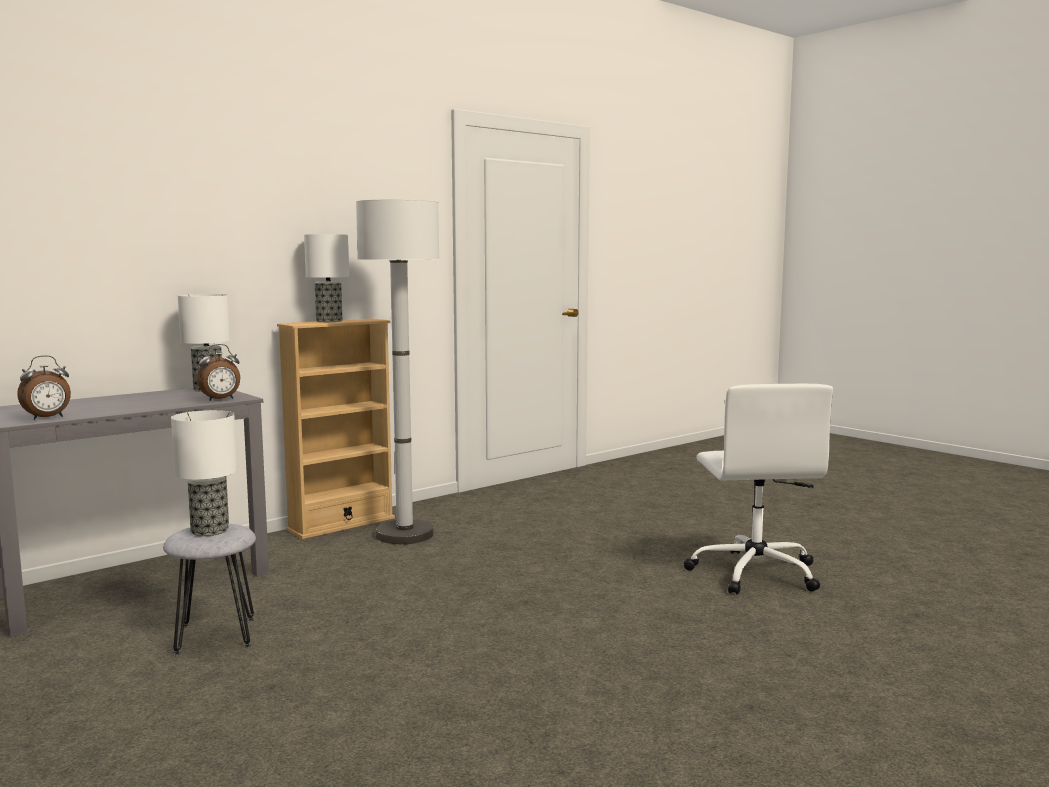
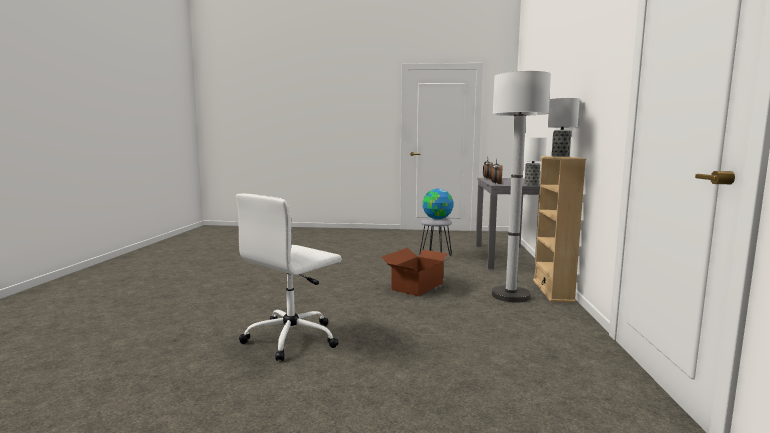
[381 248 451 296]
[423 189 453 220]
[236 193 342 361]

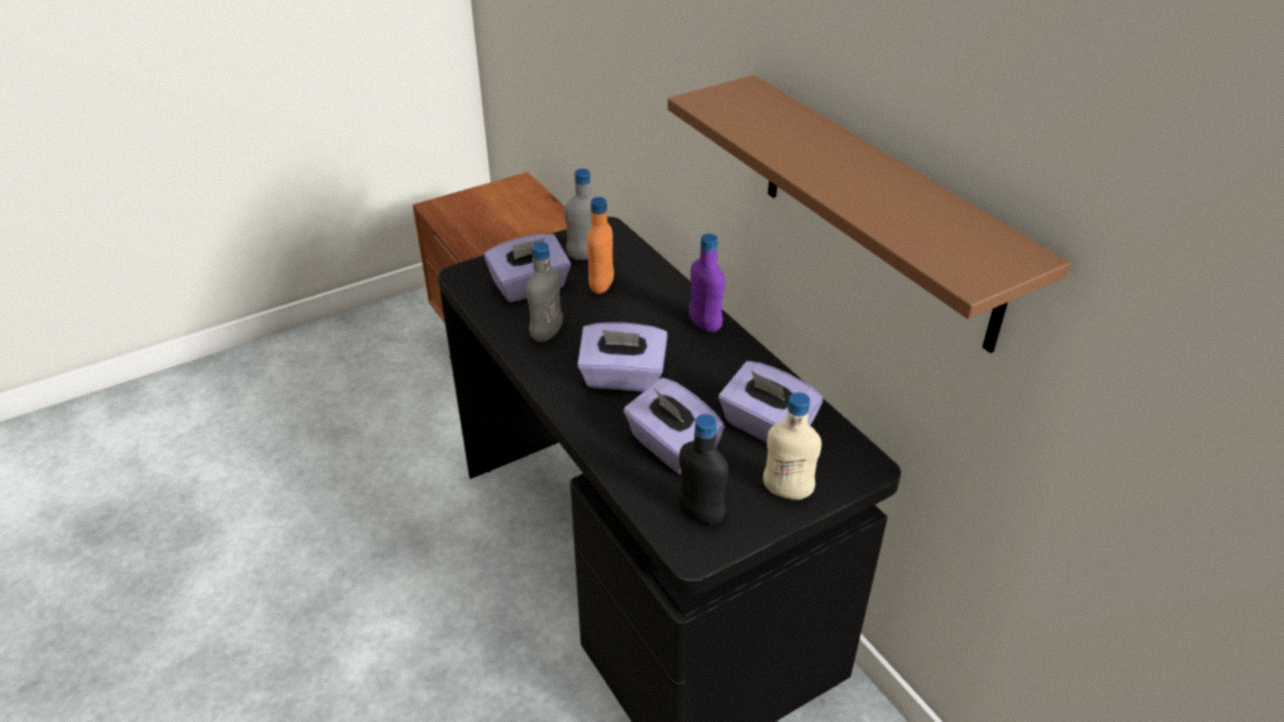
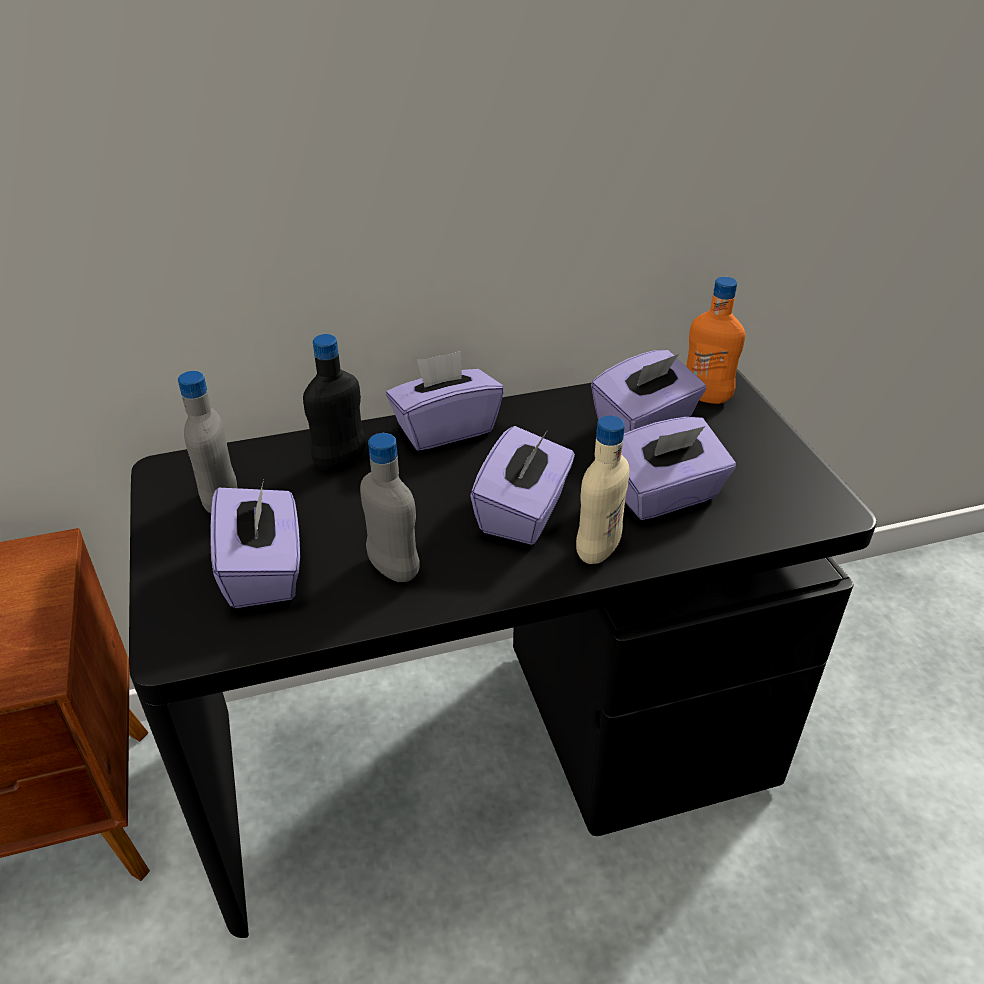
[668 75 1071 353] (first image)
[686 277 745 404]
[303 334 366 470]
[576 416 629 564]
[386 351 504 451]

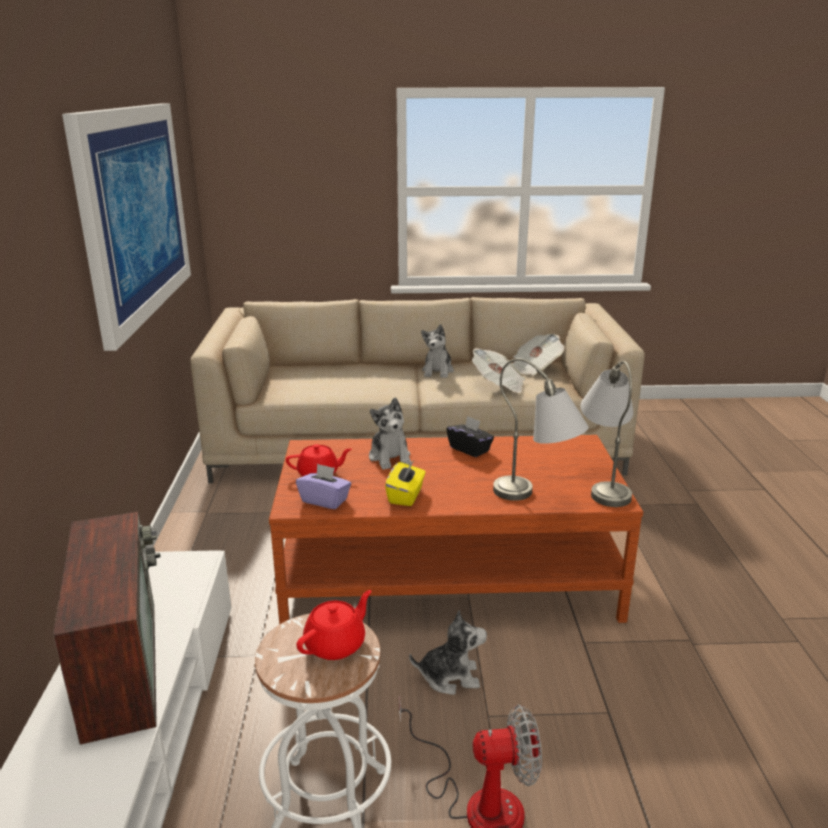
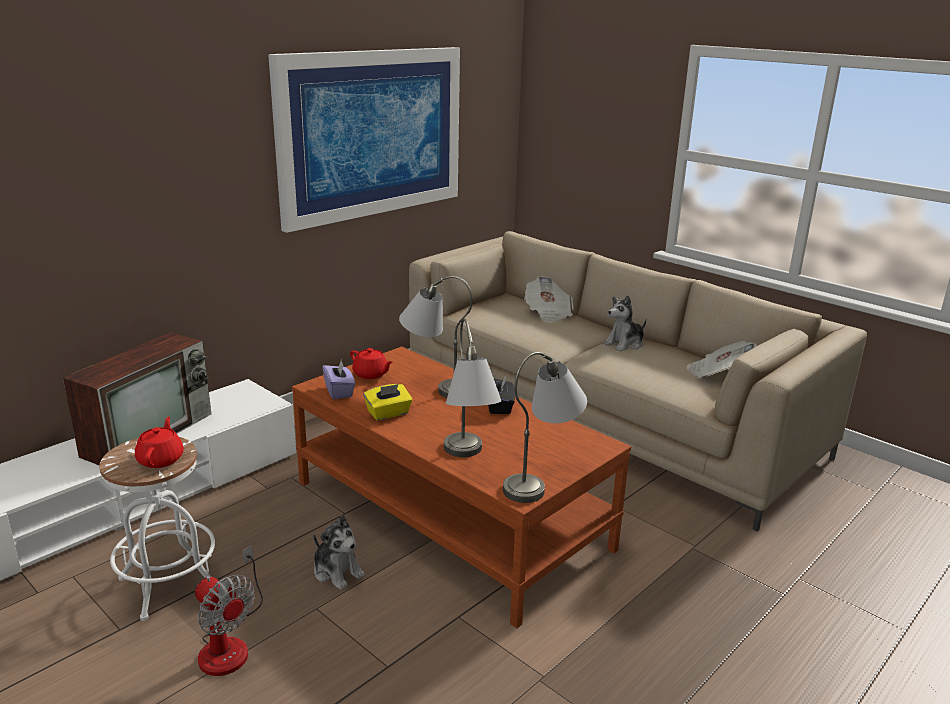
[524 276 573 323]
[399 276 472 398]
[135 417 184 468]

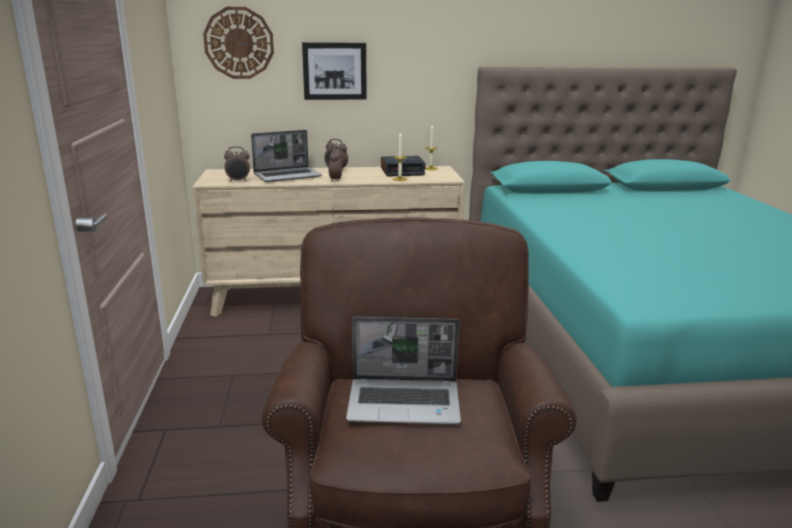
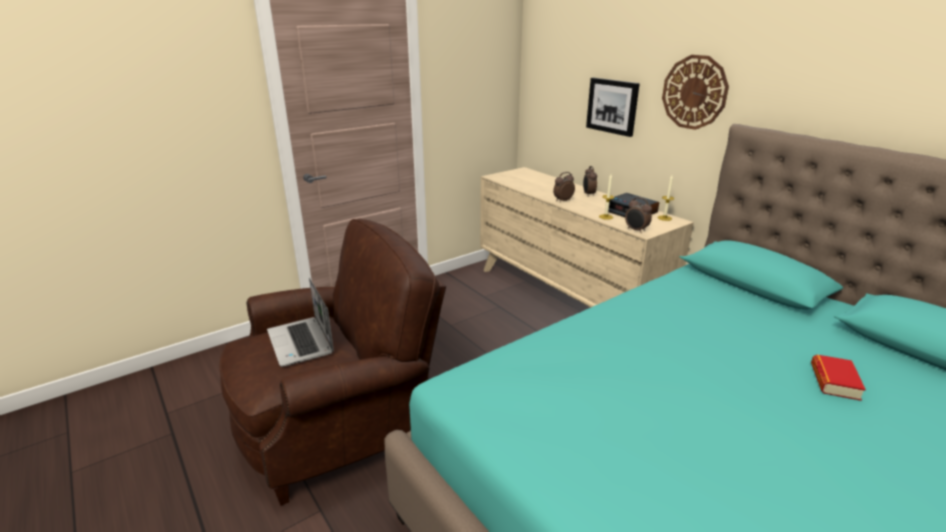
[251 130 322 182] (first image)
[811 354 866 401]
[662 55 729 130]
[625 197 652 233]

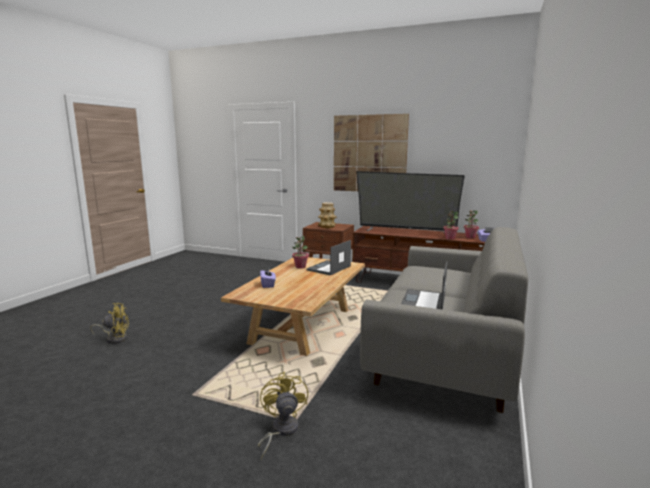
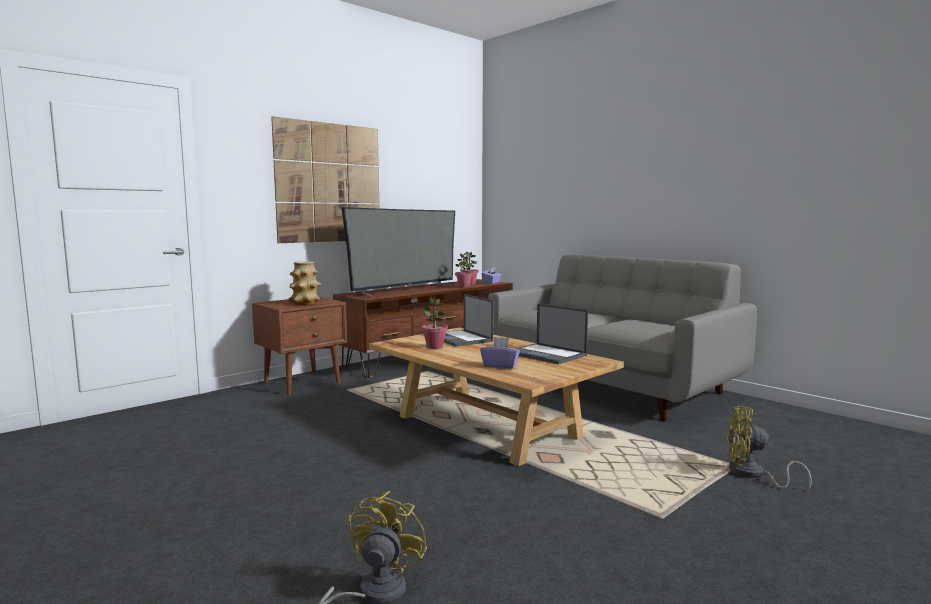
[516 304 588 365]

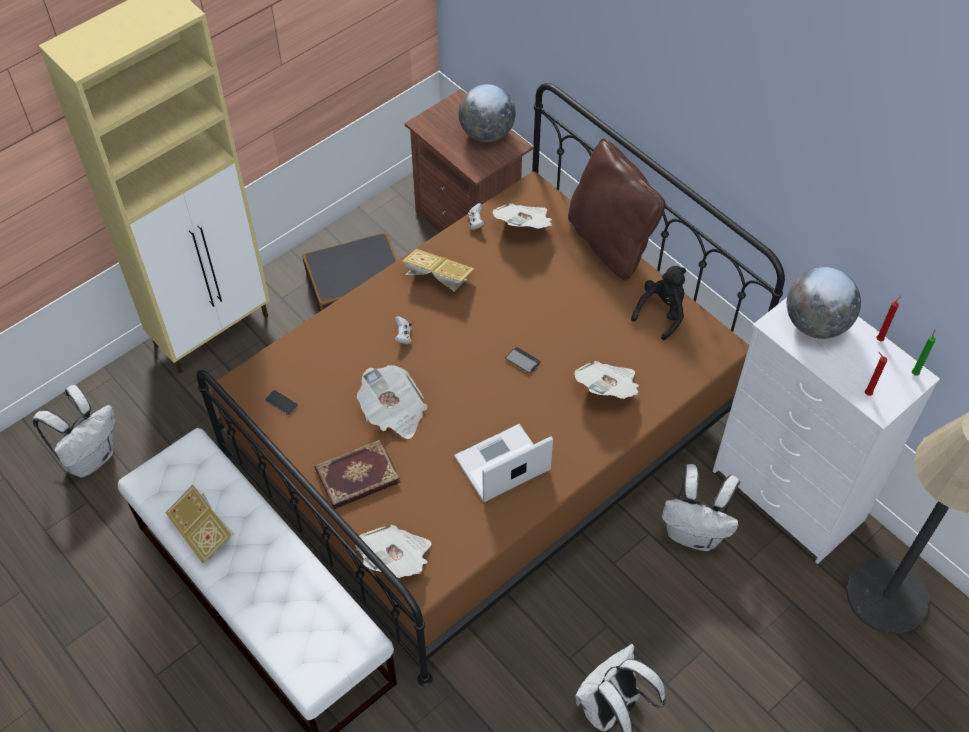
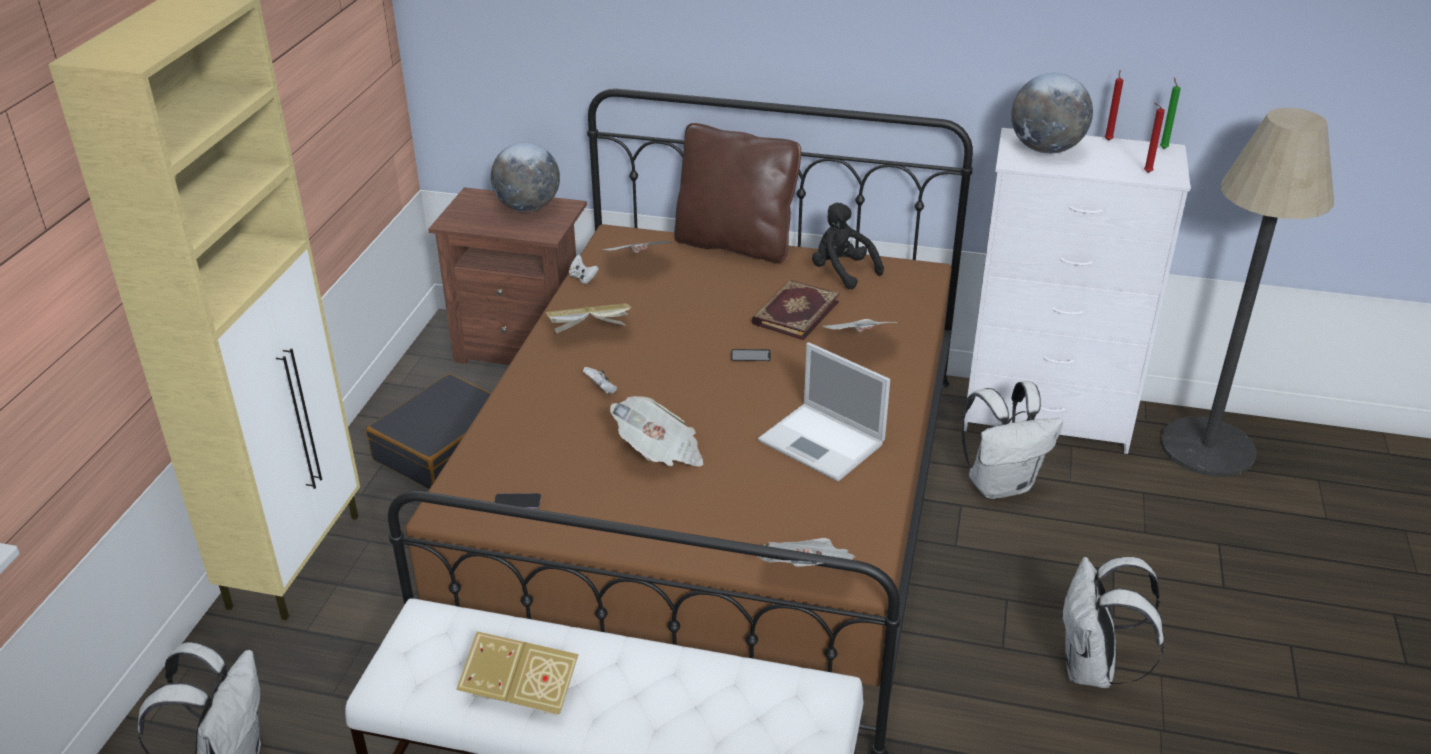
[751 280 839 340]
[758 342 890 482]
[812 203 884 289]

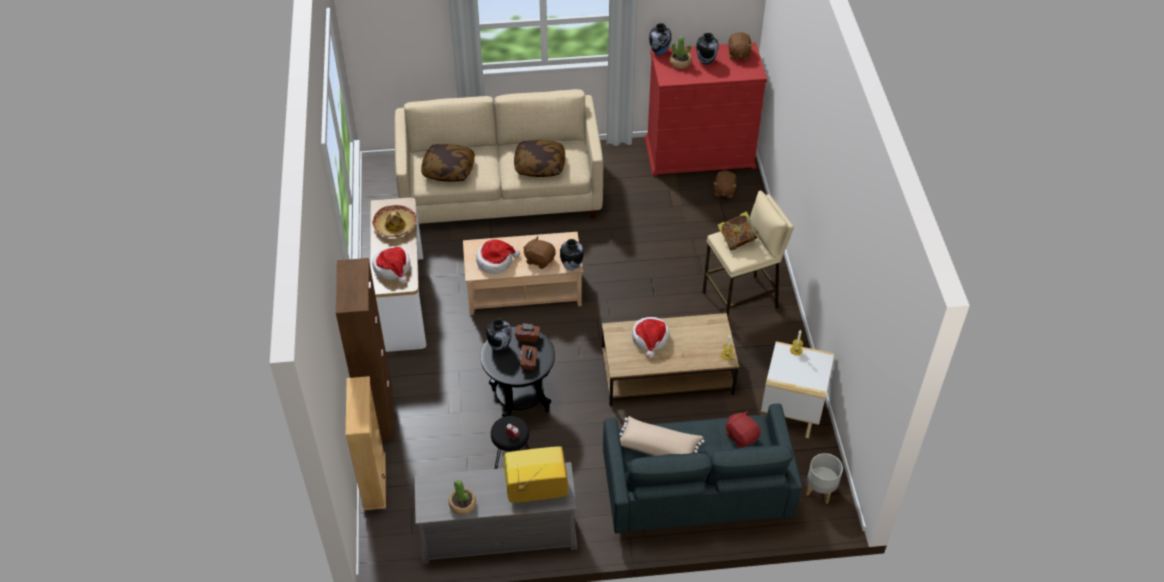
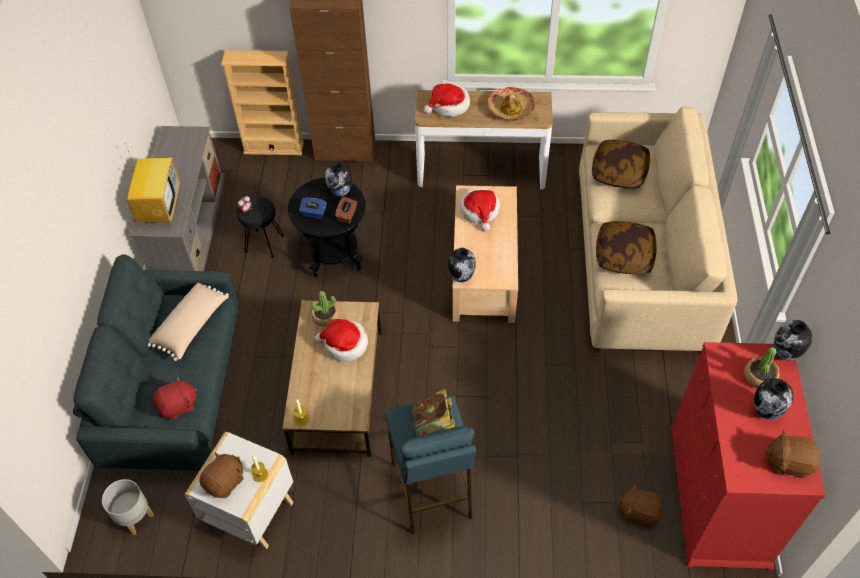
[311 291 339 327]
[199 452 244 498]
[299 197 327 219]
[385 395 476 534]

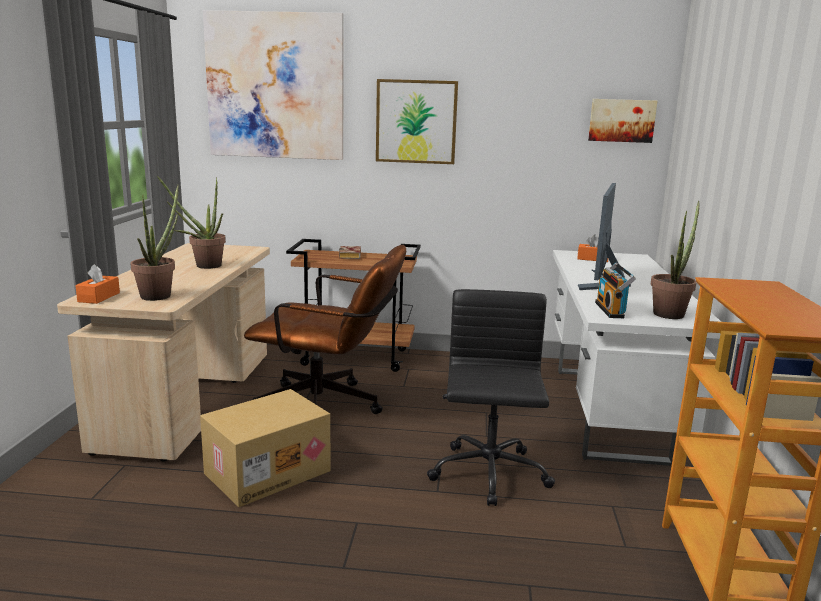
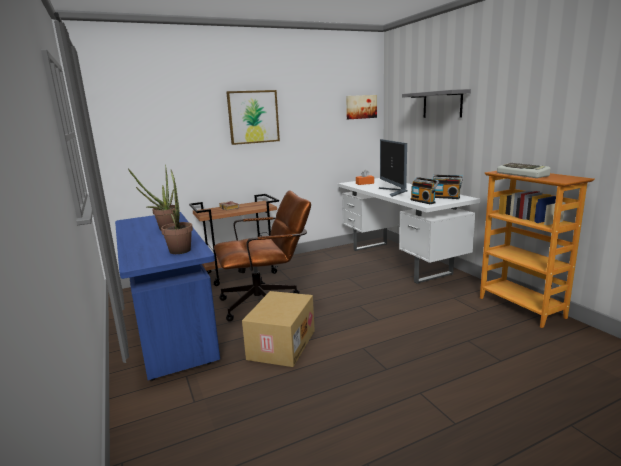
[75 264 120 304] (first image)
[203 10 343 160] (first image)
[427 289 555 506] (first image)
[402 89 471 118]
[497 163 551 178]
[432 175 463 199]
[115 212 220 381]

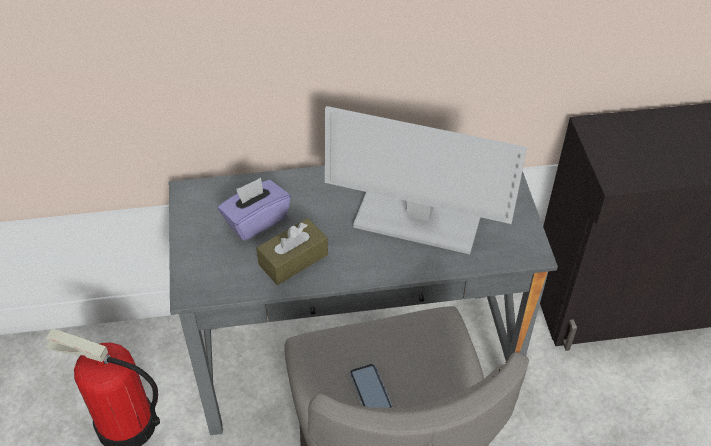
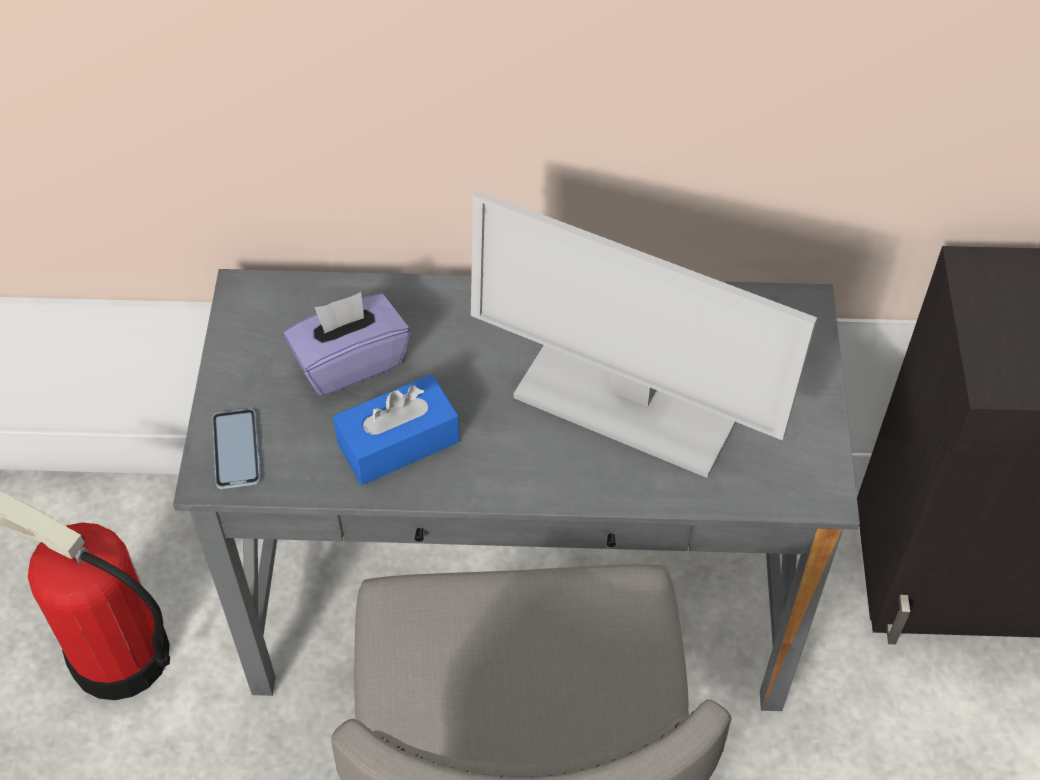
[212 409 260 489]
[333 374 460 485]

